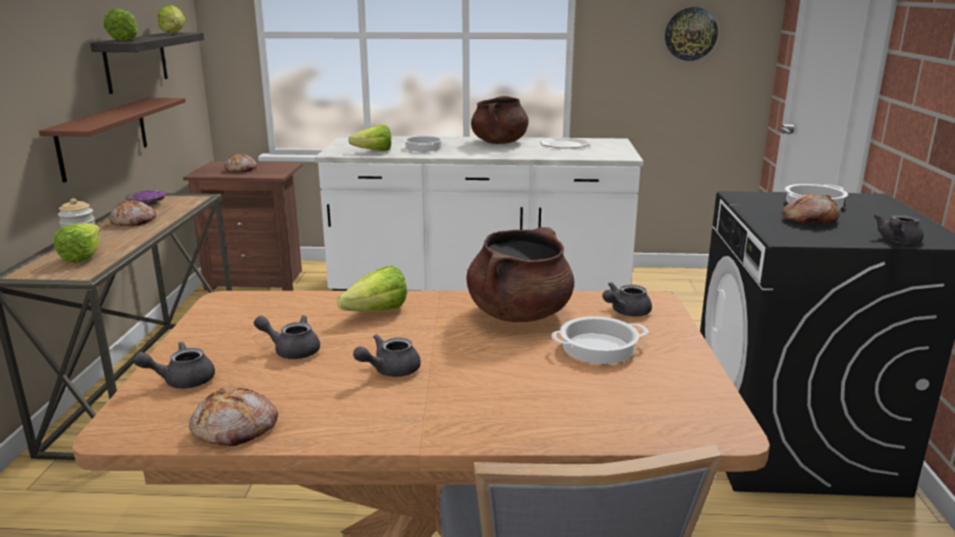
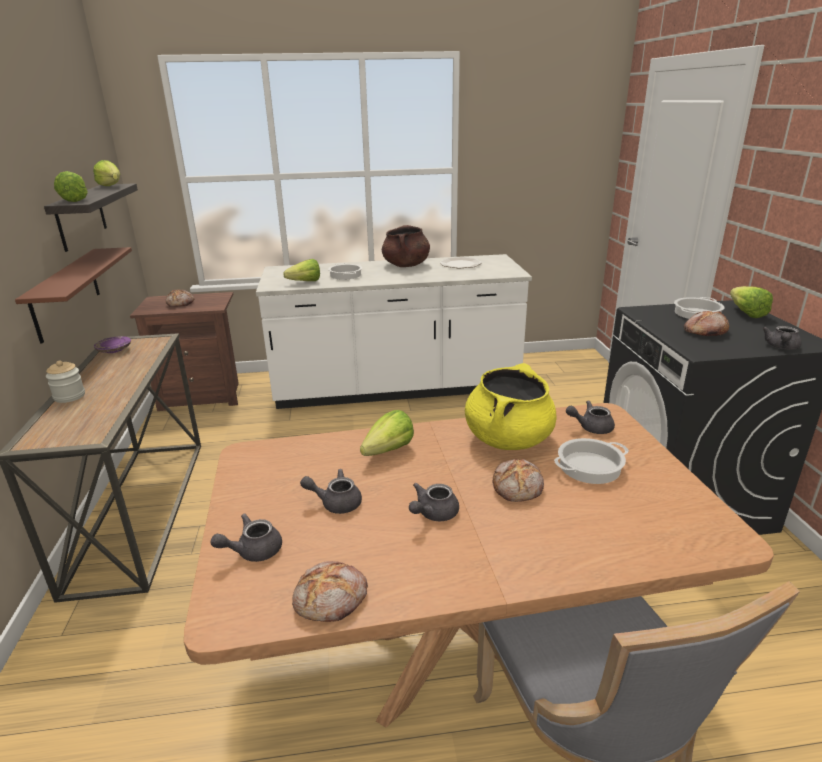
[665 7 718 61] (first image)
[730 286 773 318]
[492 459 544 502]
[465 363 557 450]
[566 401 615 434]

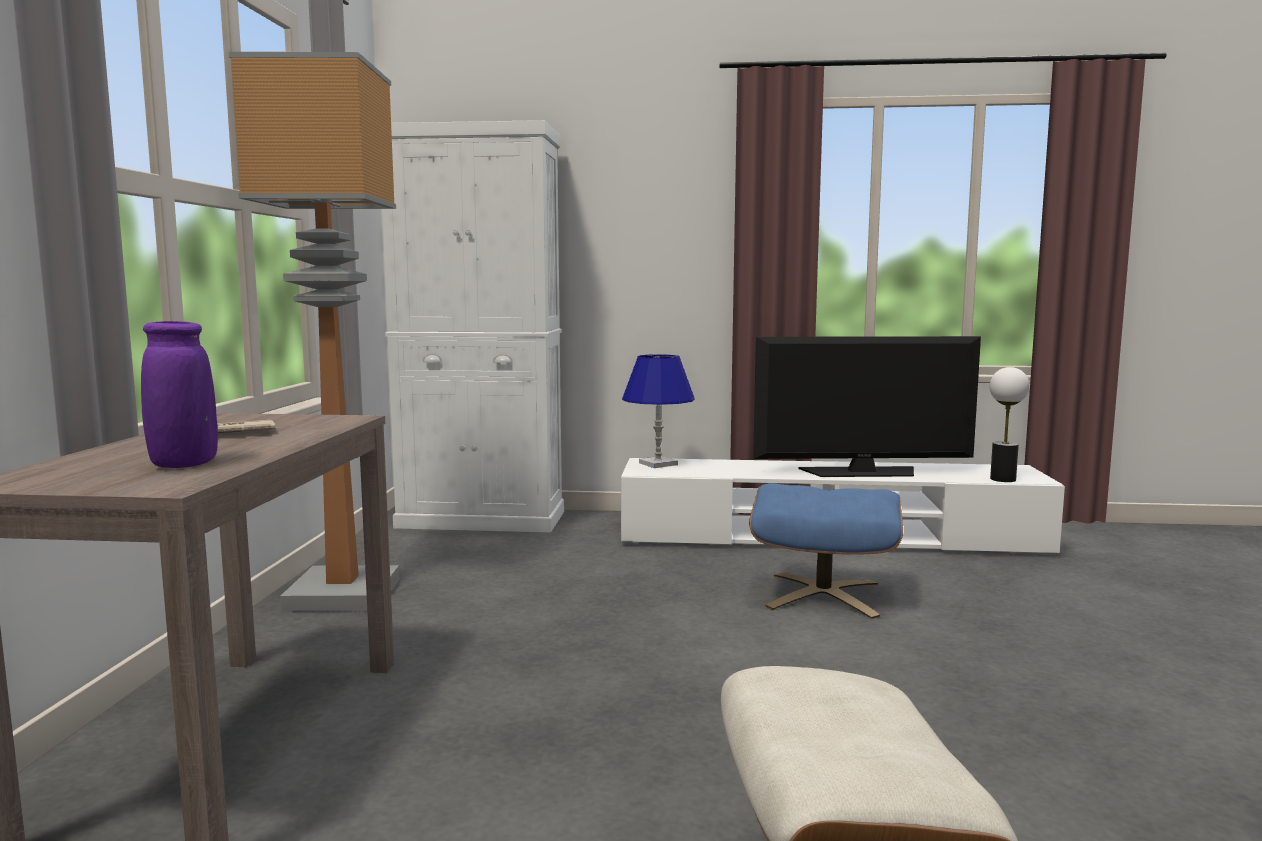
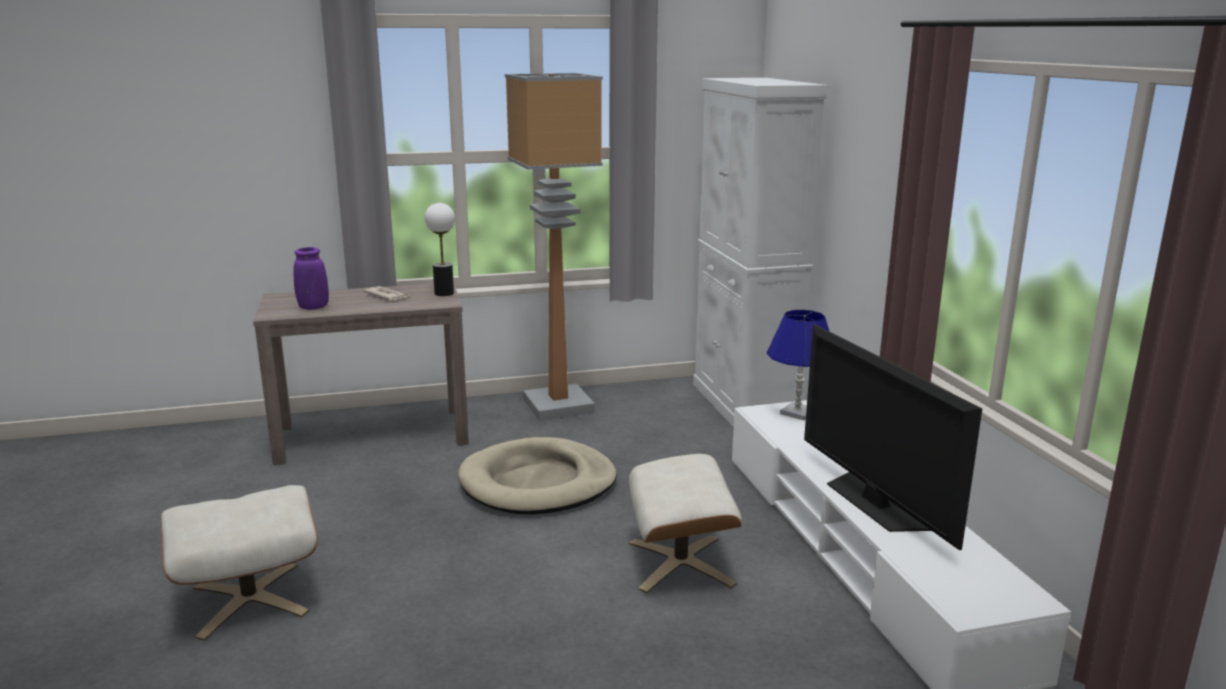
[458 437 617 515]
[425 203 455 296]
[629 454 742 593]

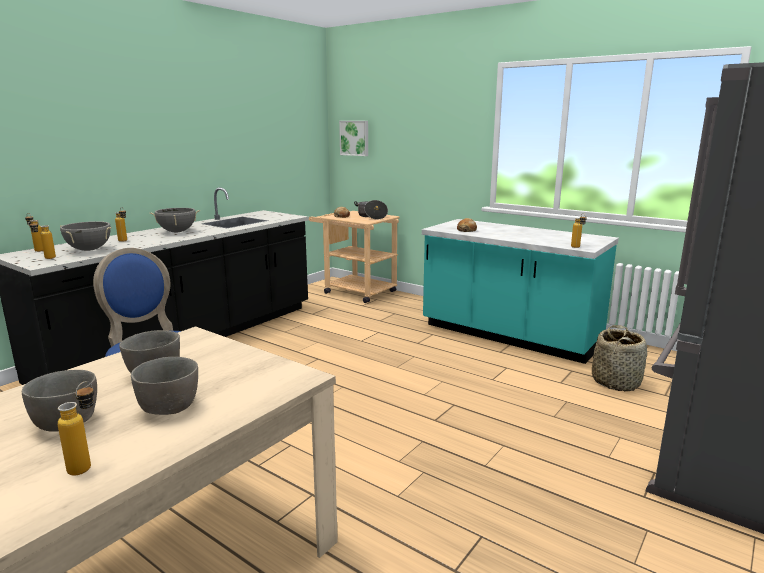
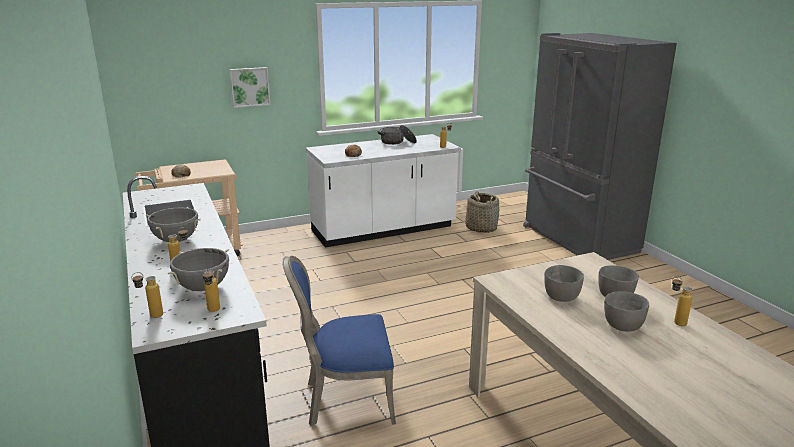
[229 67 271 108]
[378 125 417 145]
[306 134 461 248]

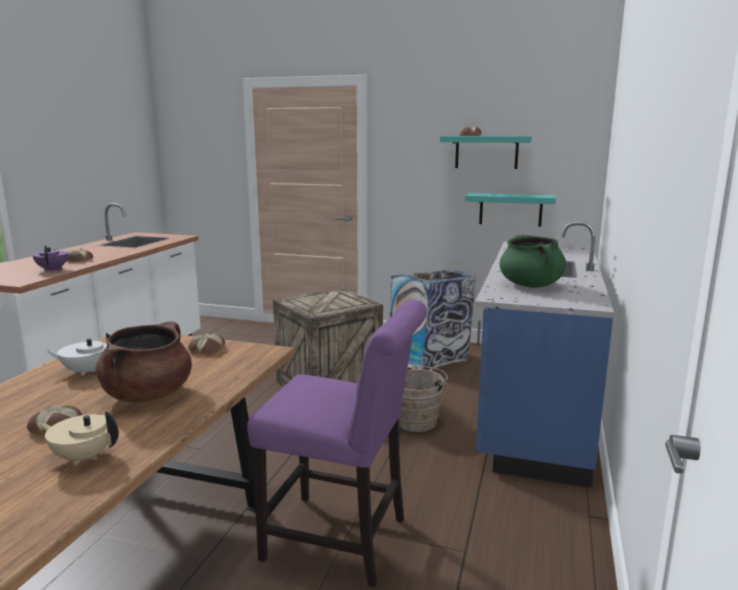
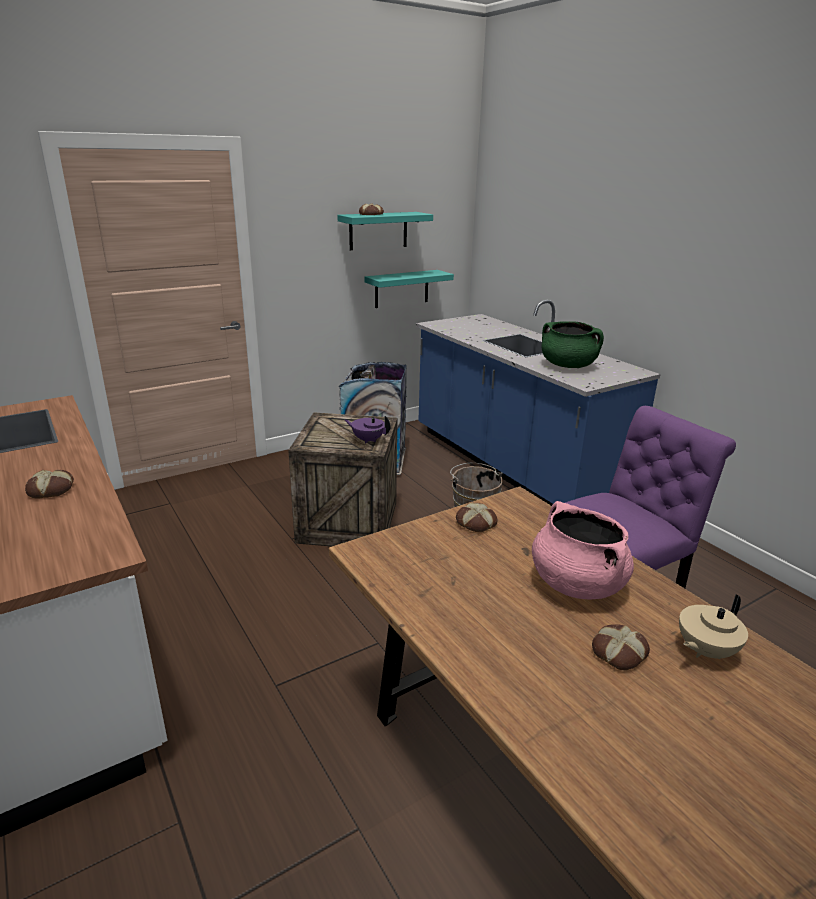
[46 333 110 376] (first image)
[345 416 391 444]
[532 501 634 599]

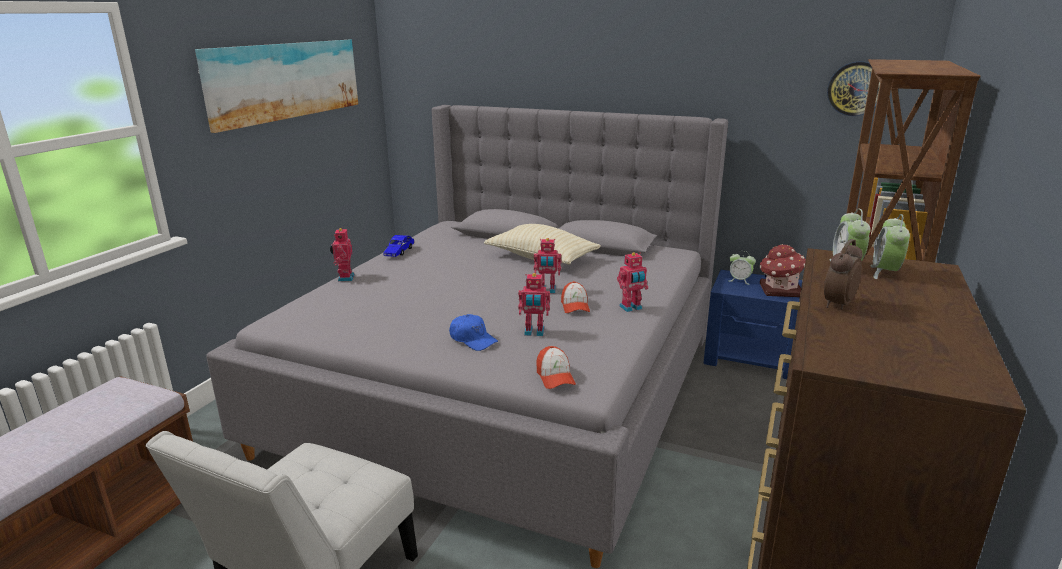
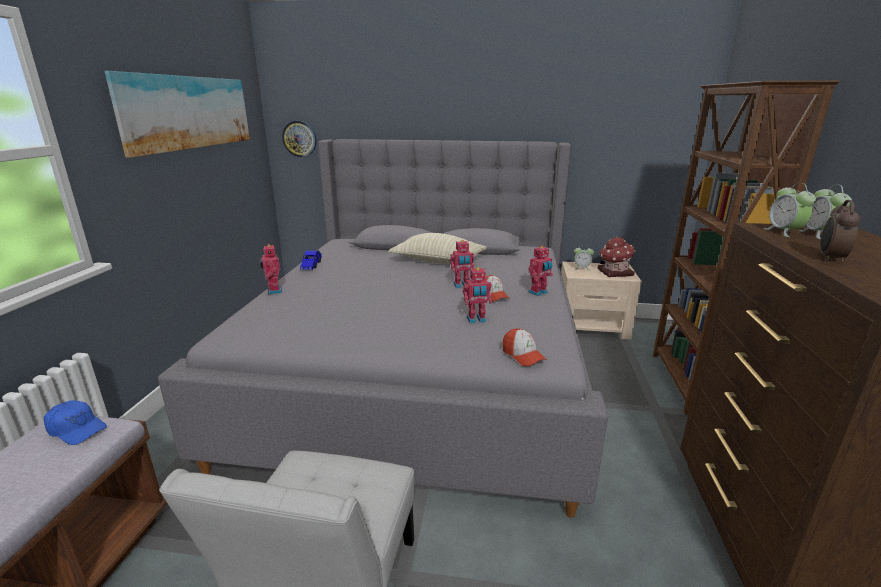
[44 400 107 445]
[282 121 316 157]
[561 262 642 340]

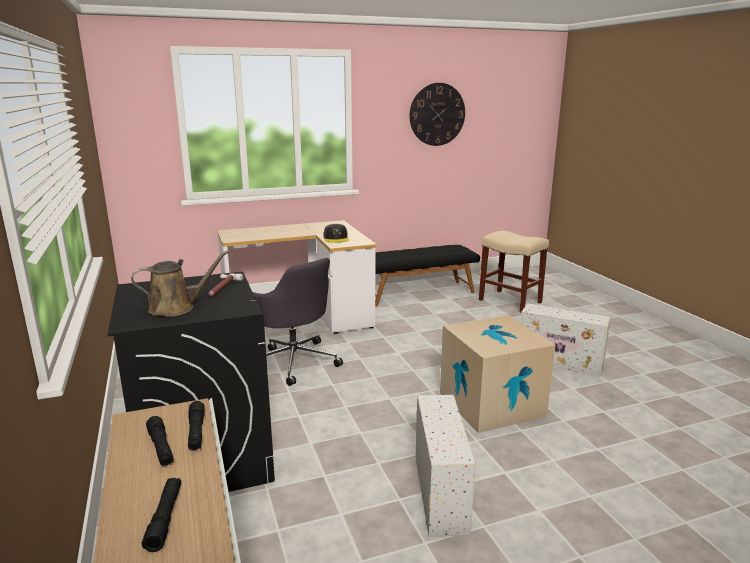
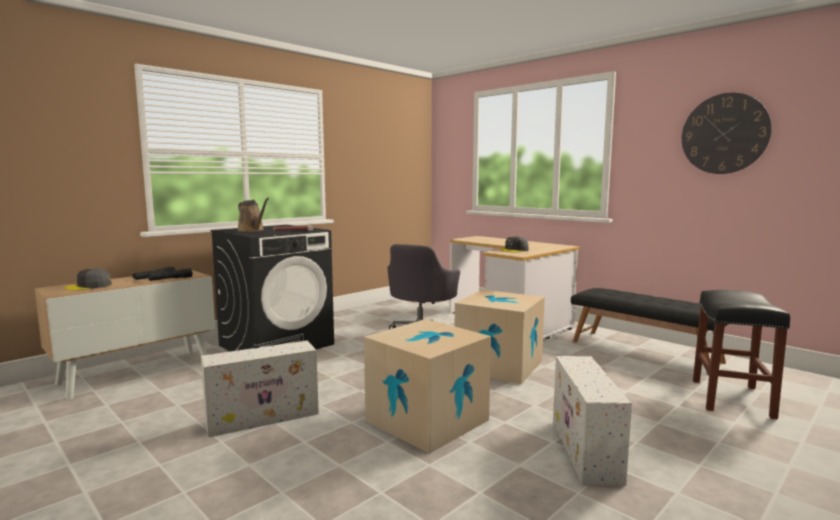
[455 290 545 384]
[64 268 112 290]
[693 290 790 419]

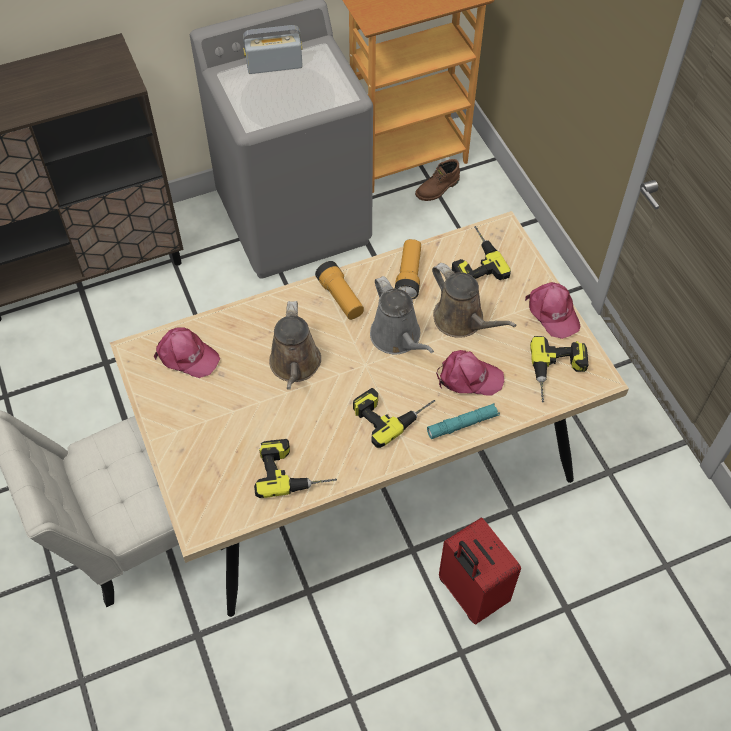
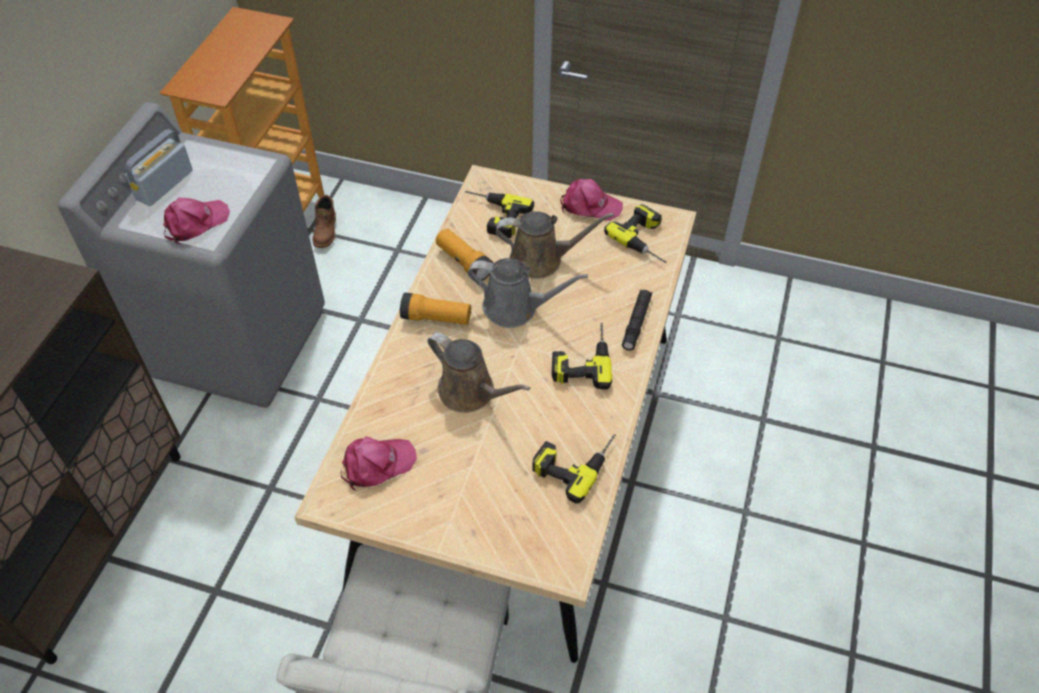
[439 518 521 624] (first image)
[163 198 230 245]
[622 289 652 351]

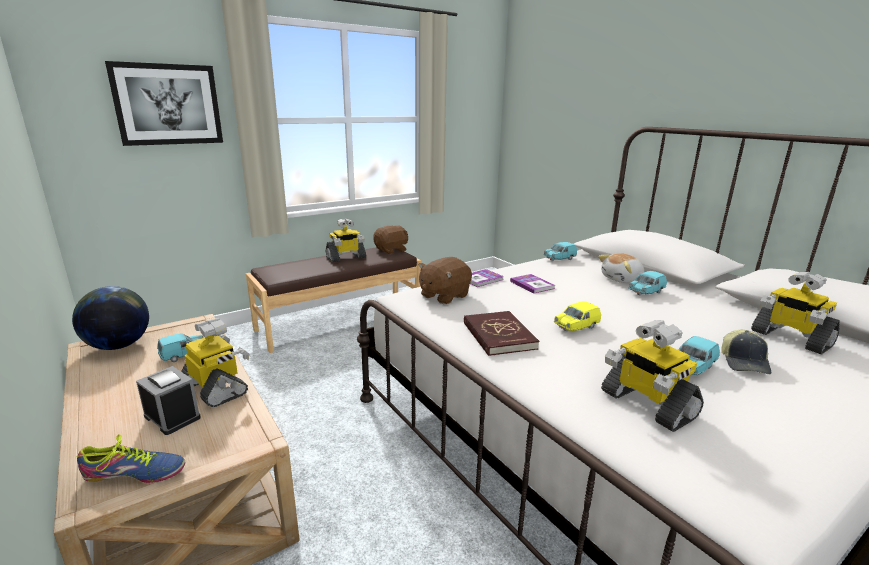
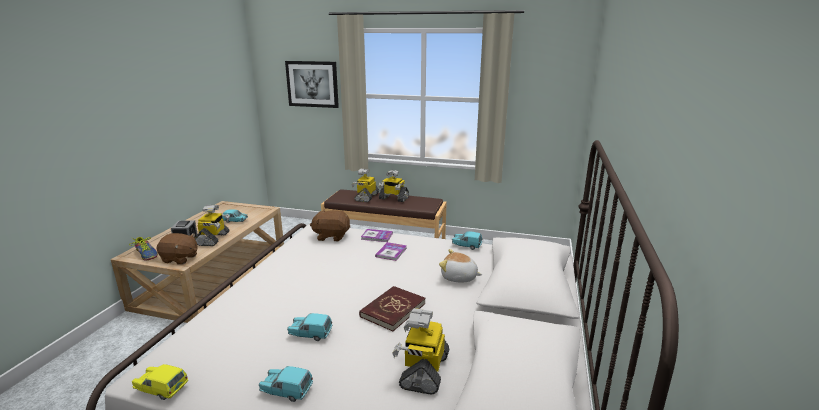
[72 286 149 350] (first image)
[721 330 771 374] (first image)
[157 233 198 265]
[359 286 426 331]
[132 364 188 400]
[352 169 379 202]
[259 366 313 402]

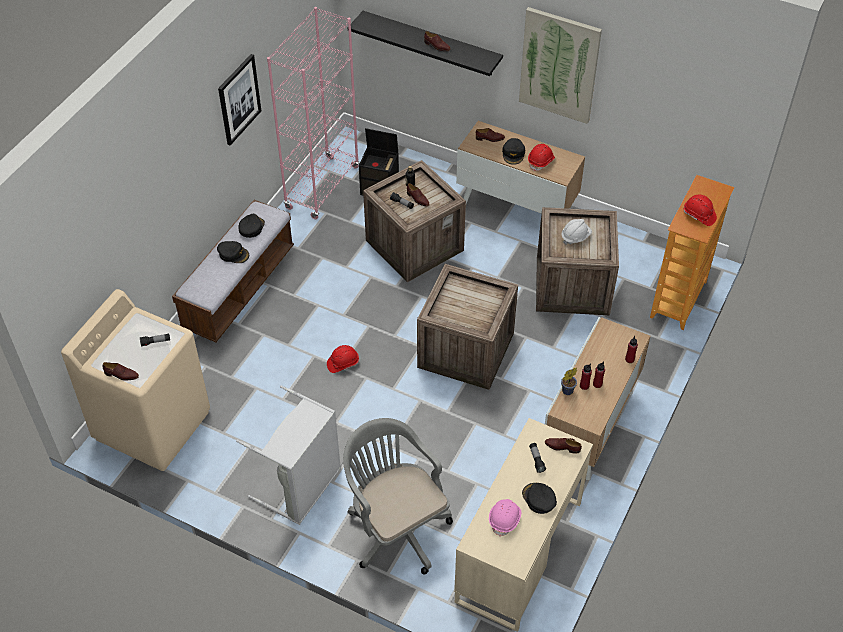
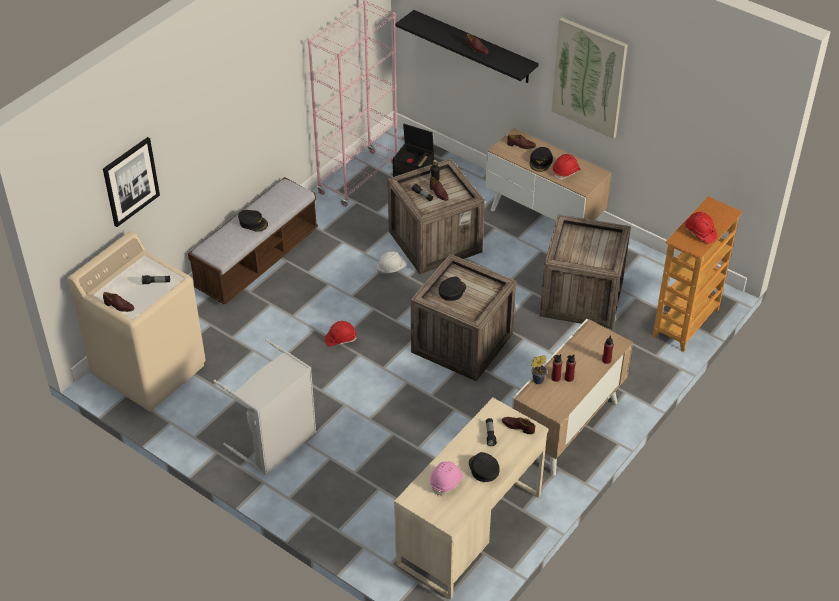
[343 418 453 575] (first image)
[103 137 160 227]
[439 276 466 301]
[377 251 406 274]

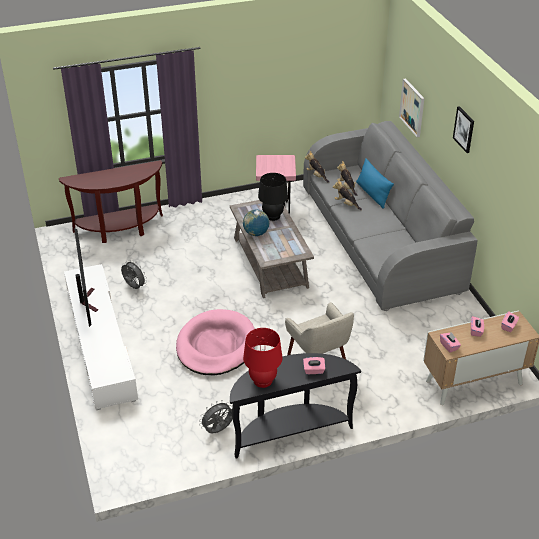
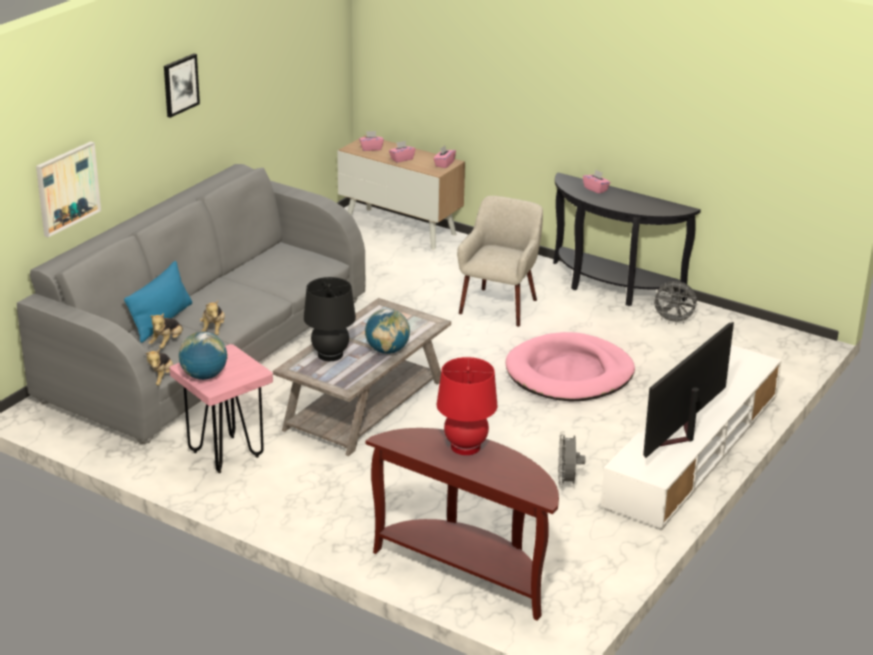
[179 332 228 380]
[437 357 497 455]

